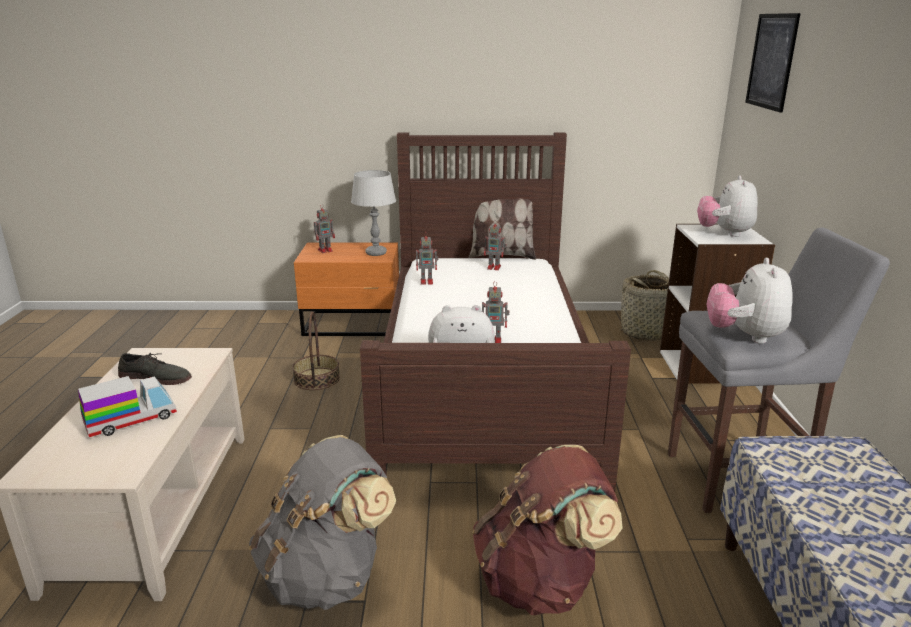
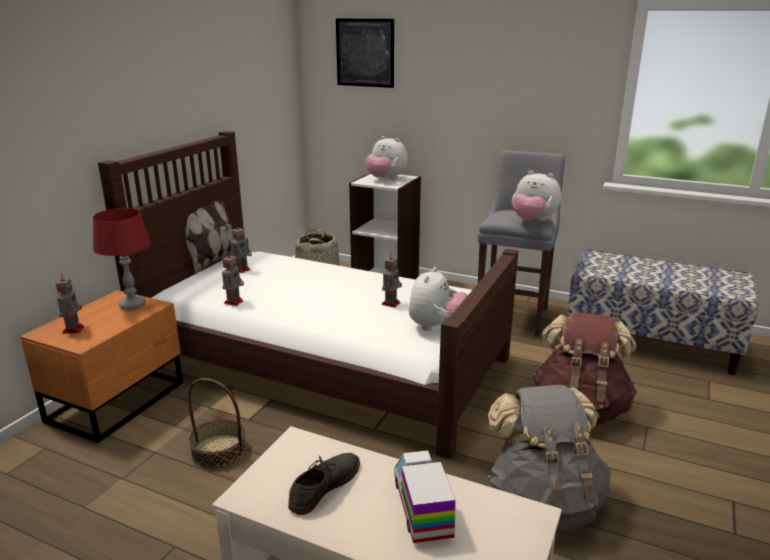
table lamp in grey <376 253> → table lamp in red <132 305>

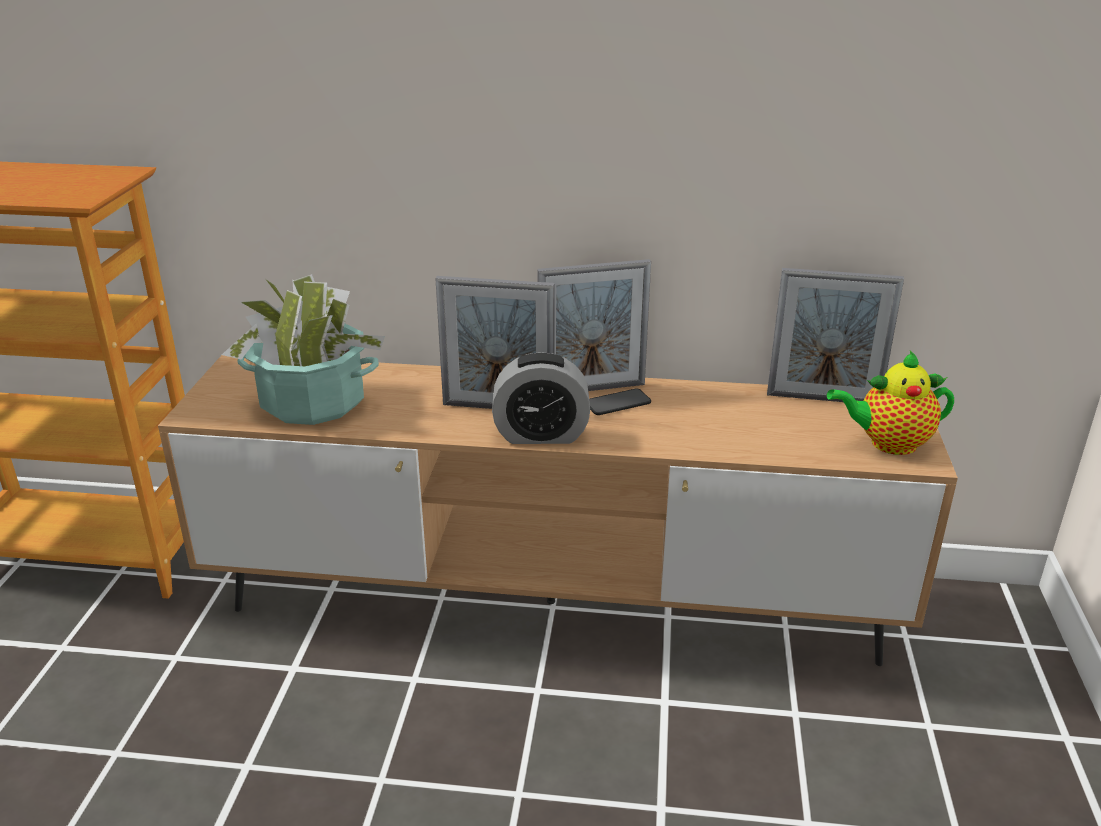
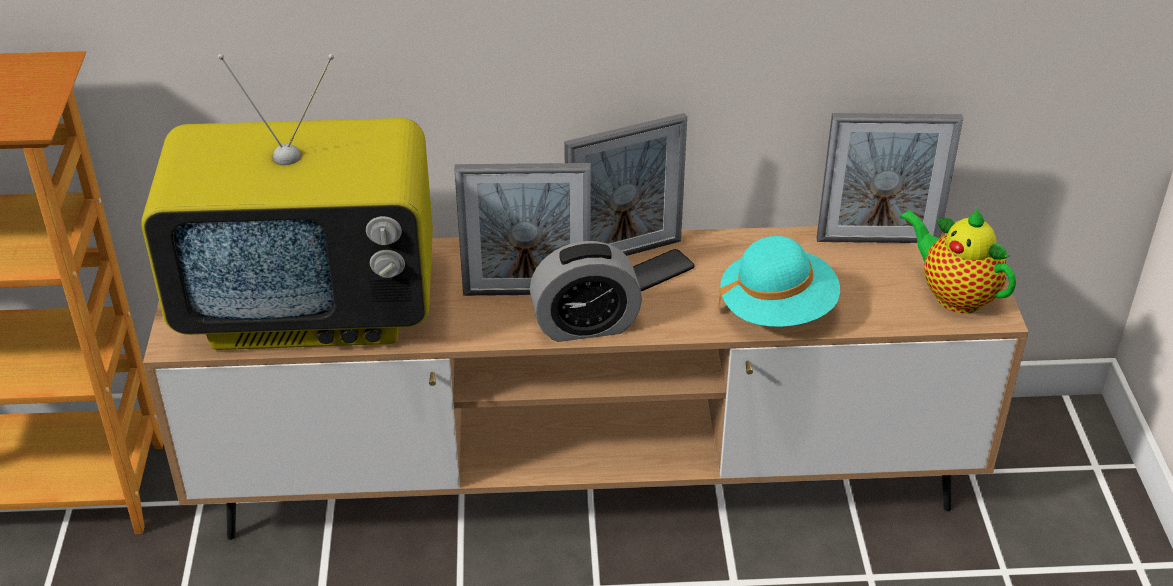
potted plant <313 402> → television <313 309>
teapot <888 443> → teapot <954 295>, 60 degrees clockwise
- → hat in turquoise <777 310>

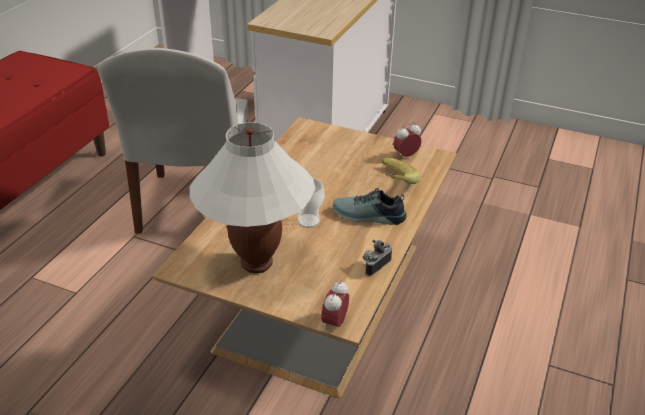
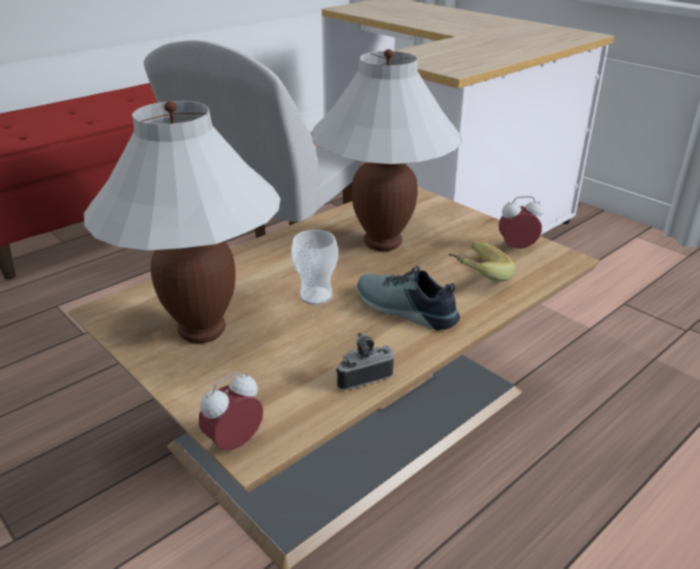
- → table lamp in white <382 242>

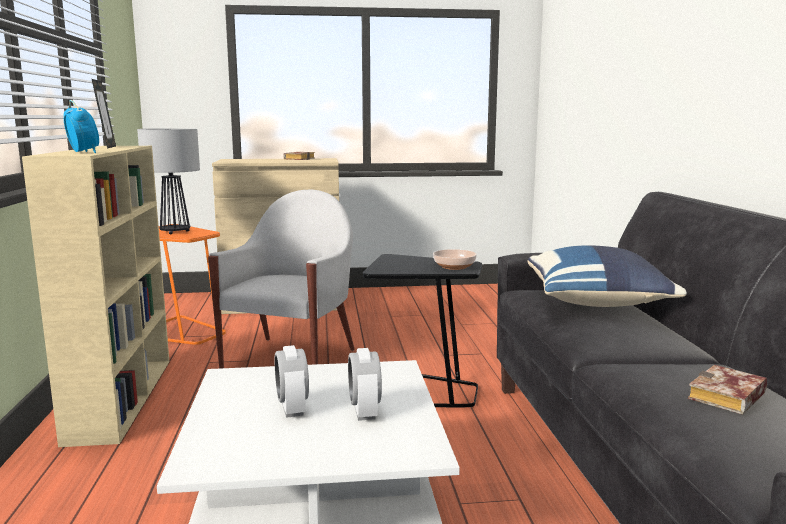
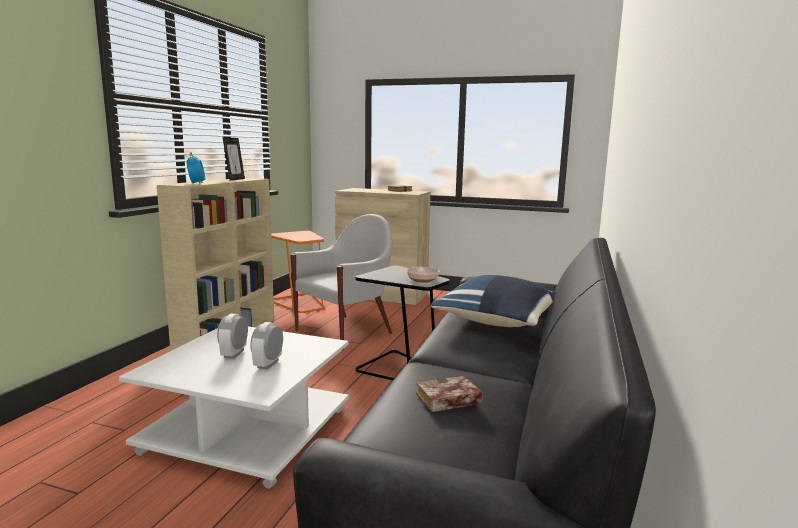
table lamp <175 232> → -

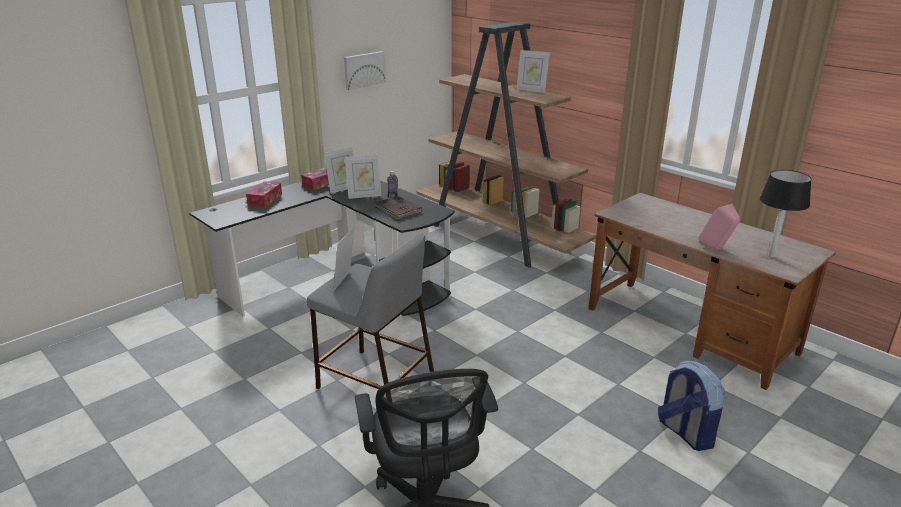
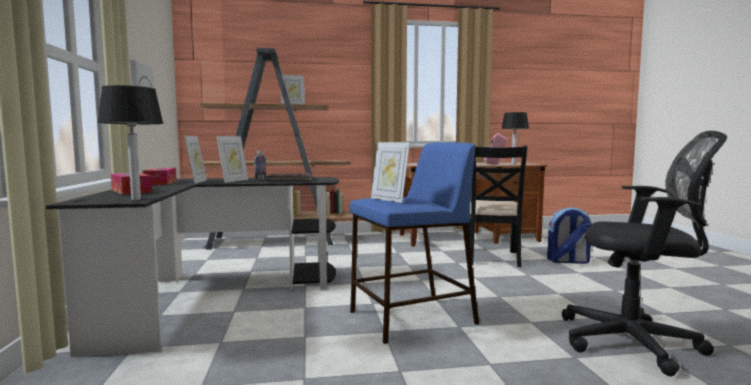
stool in grey <374 382> → stool in blue <411 318>
- → table lamp <135 199>
- → chair in black <492 258>

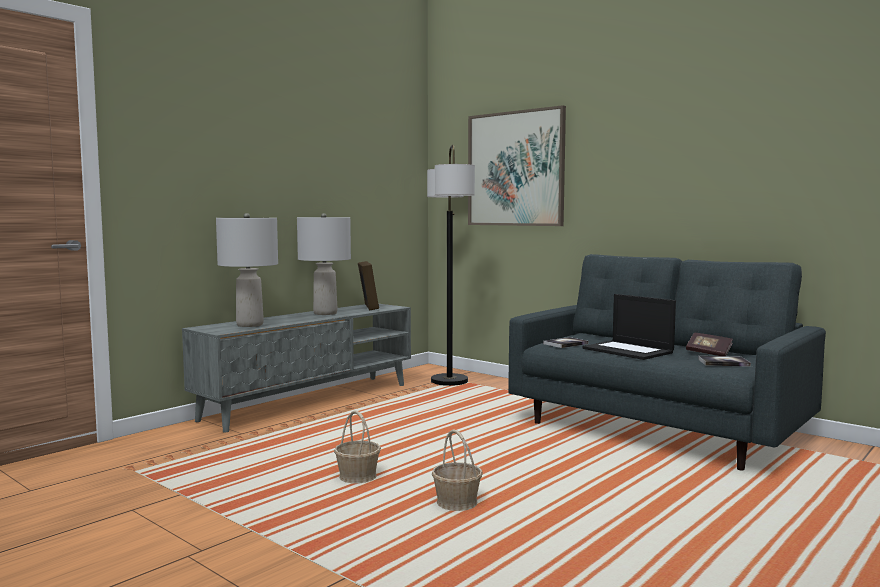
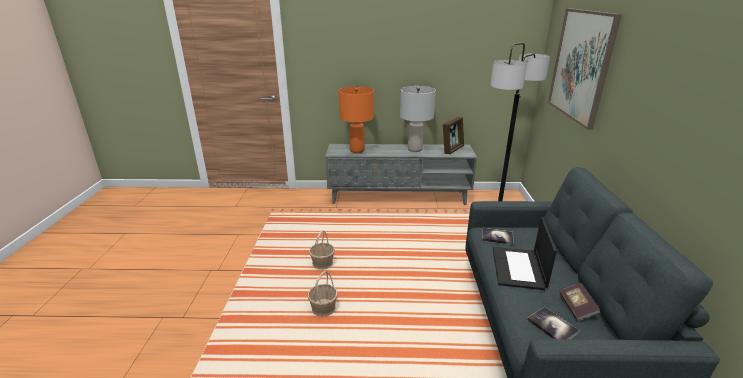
table lamp in grey <250 325> → table lamp in orange <357 150>

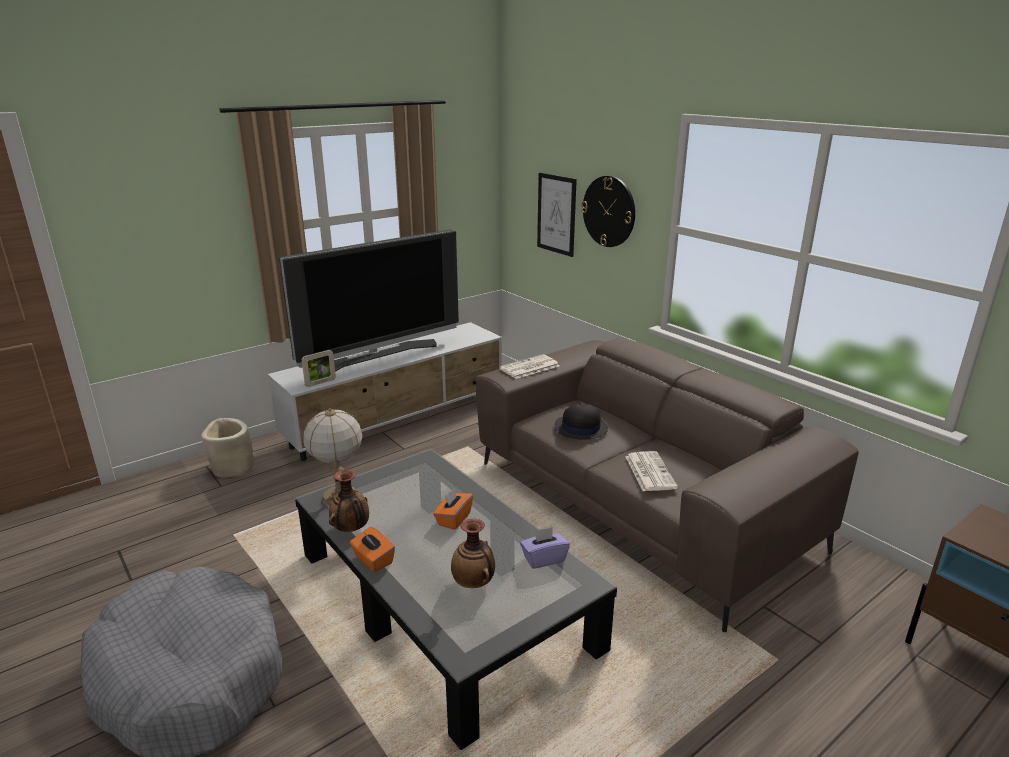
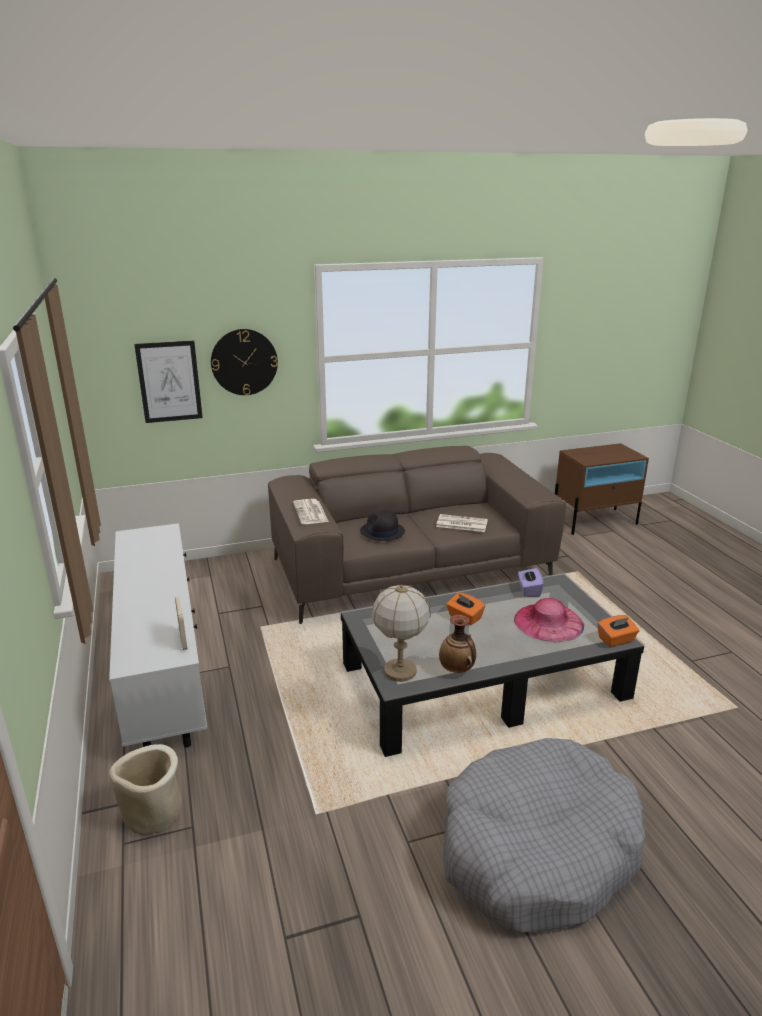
television <378 356> → -
tissue box in orange <373 560> → tissue box in orange <616 640>, move
vase <474 583> → hat in pink <548 622>

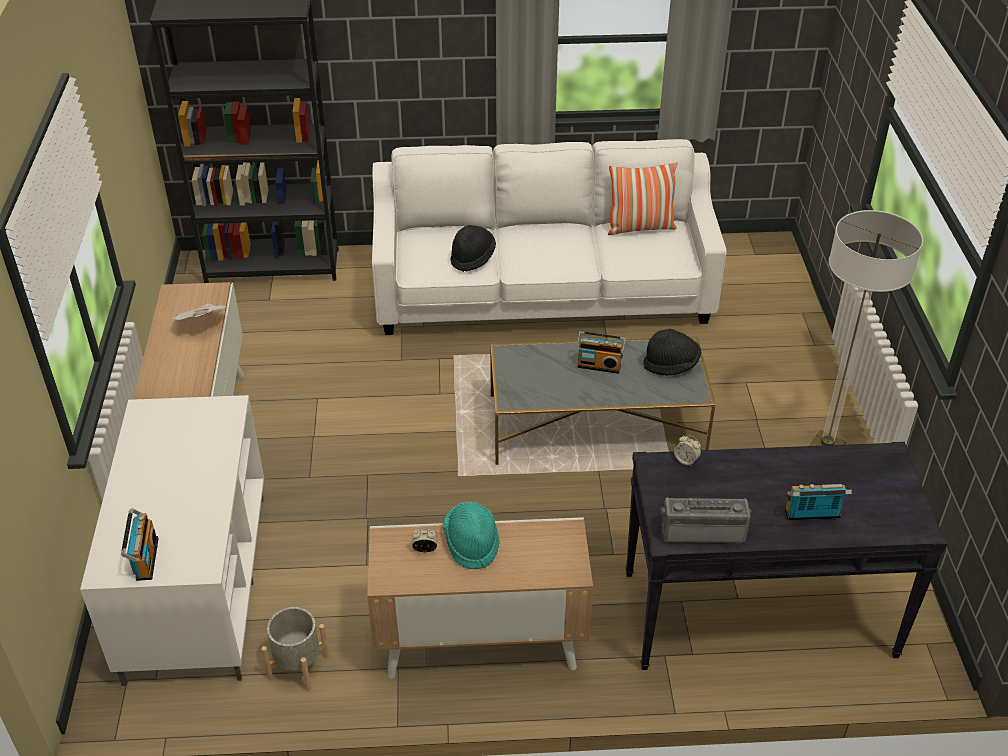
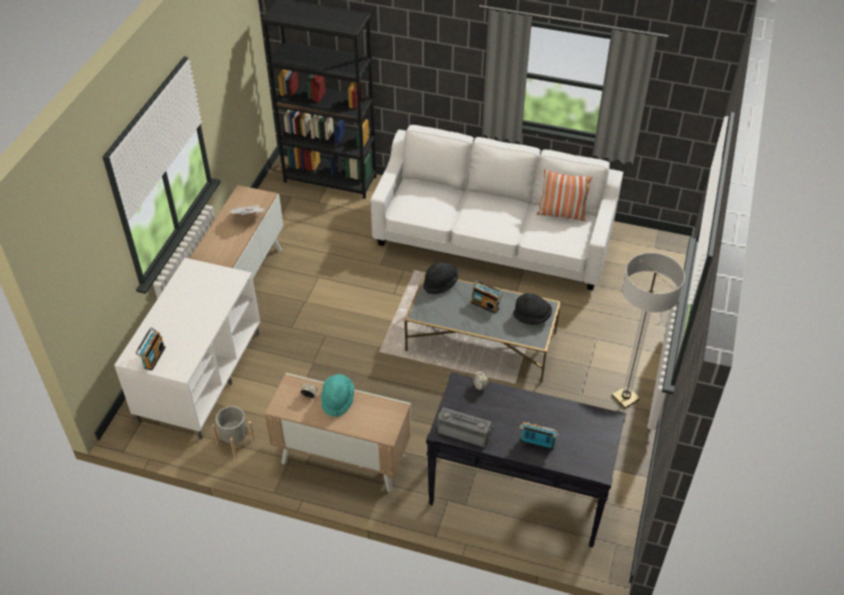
hat in black <472 258> → hat in black <440 284>, move

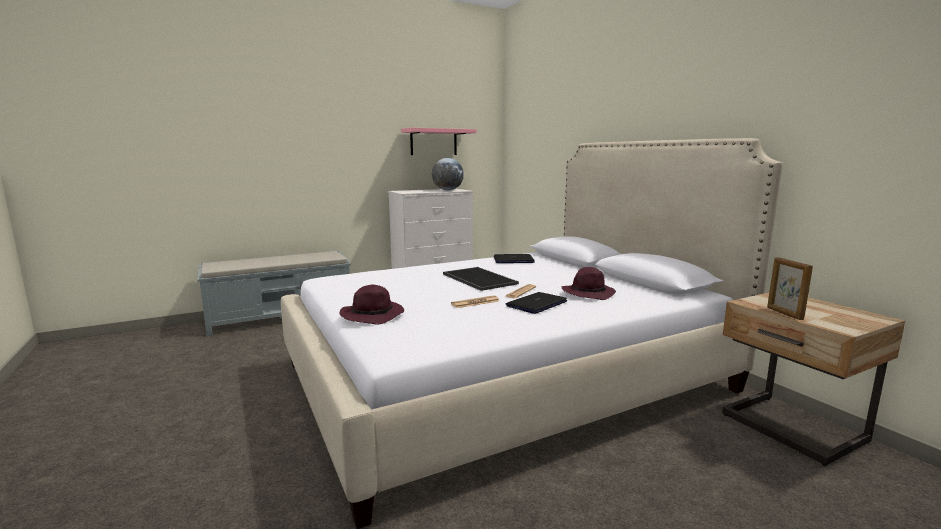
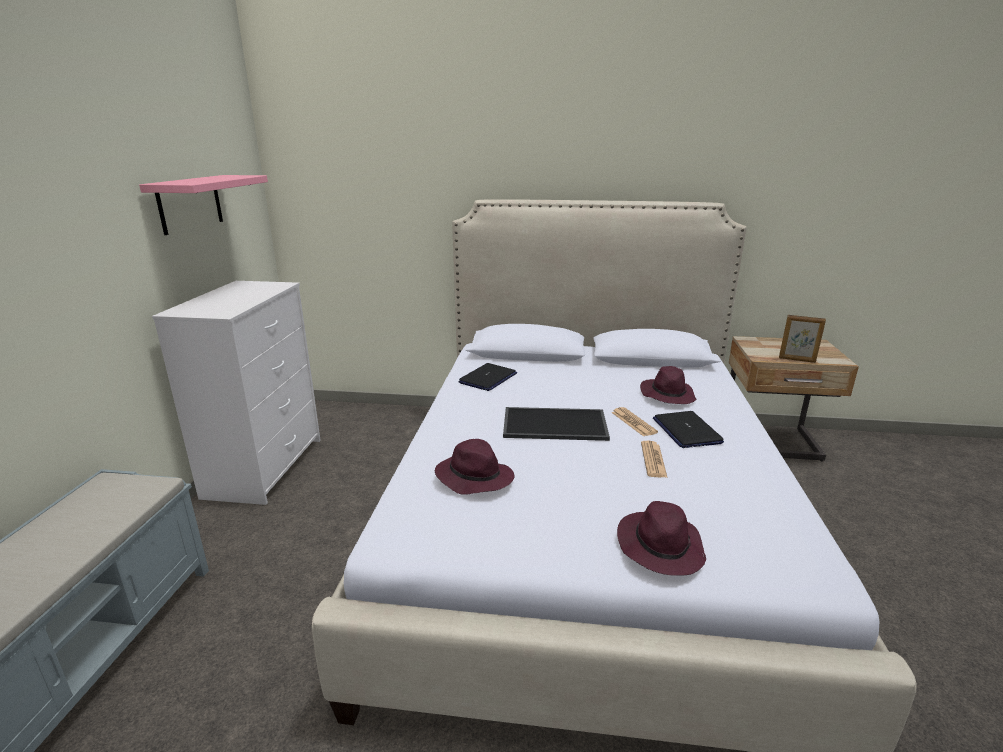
globe <448 190> → -
- → hat in purple <473 477>

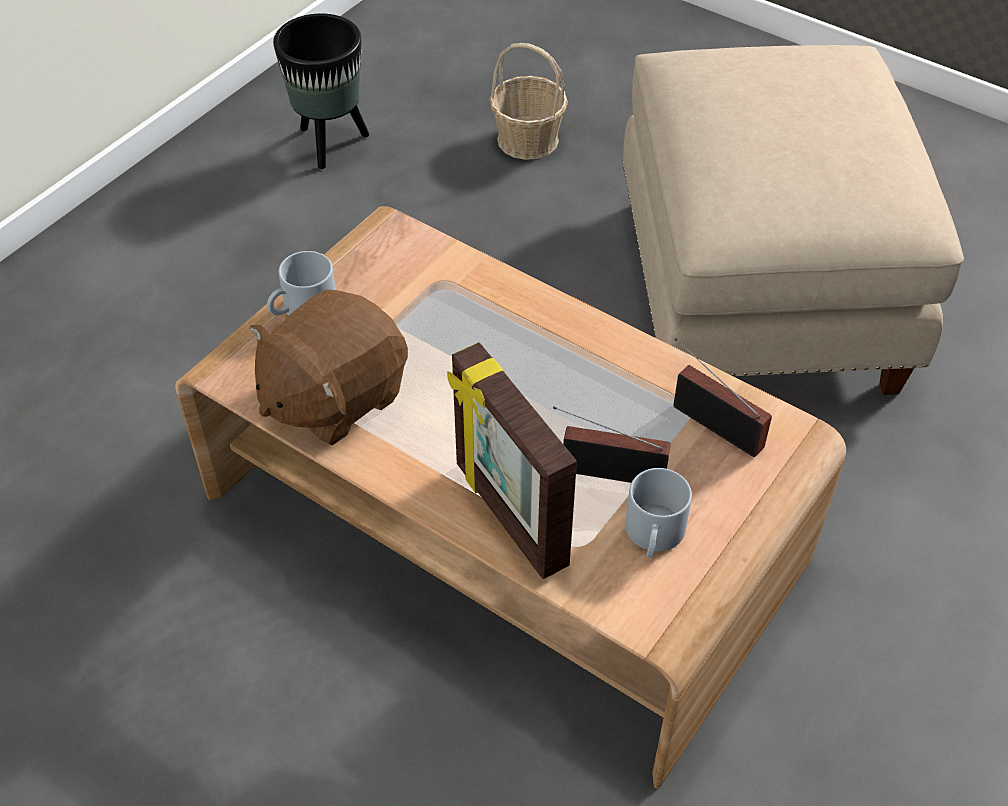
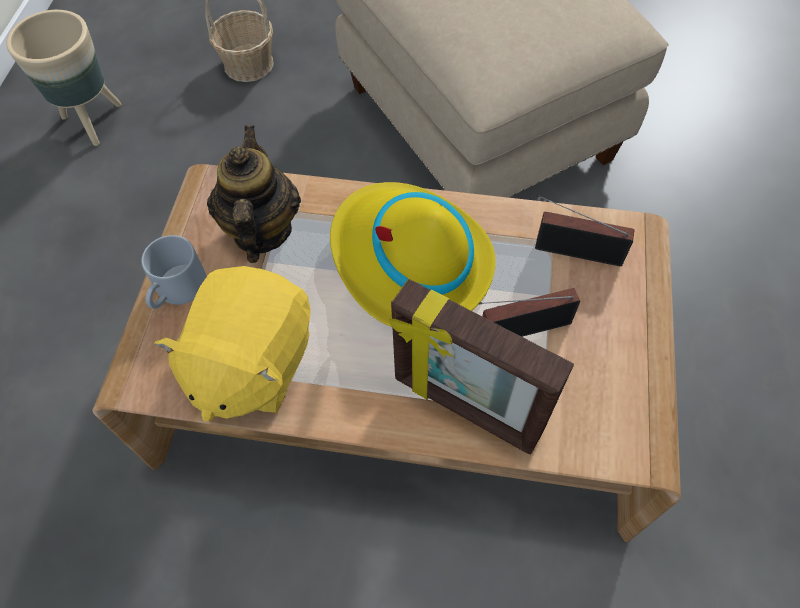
plush toy in brown <333 397> → plush toy in yellow <251 363>
planter in black <330 143> → planter in beige <93 121>
mug in grey <655 536> → -
- → teapot <261 231>
- → hat in yellow <409 261>

